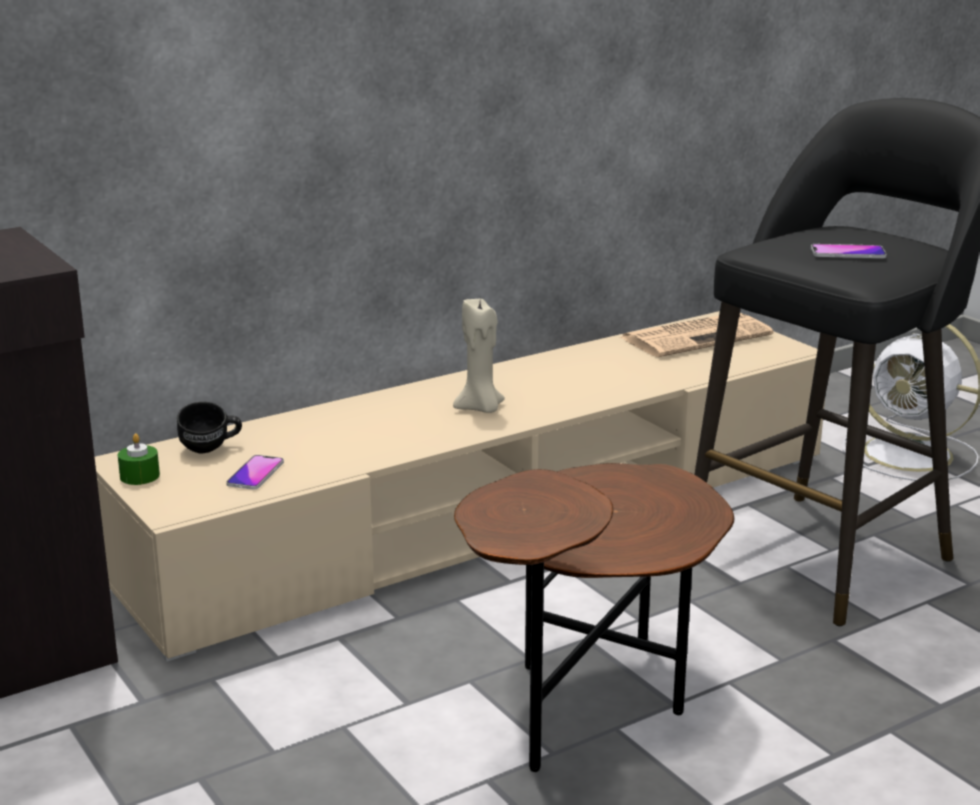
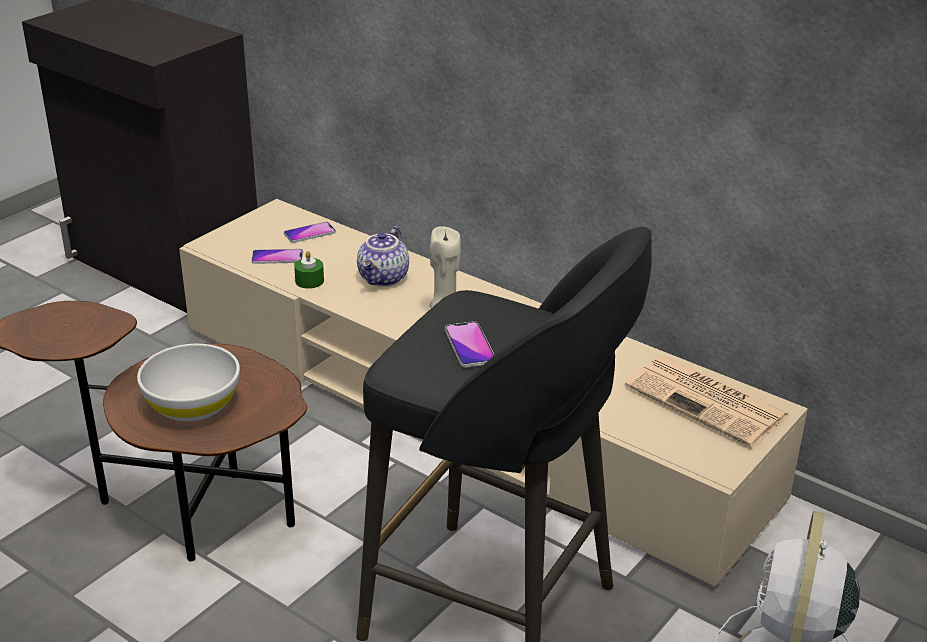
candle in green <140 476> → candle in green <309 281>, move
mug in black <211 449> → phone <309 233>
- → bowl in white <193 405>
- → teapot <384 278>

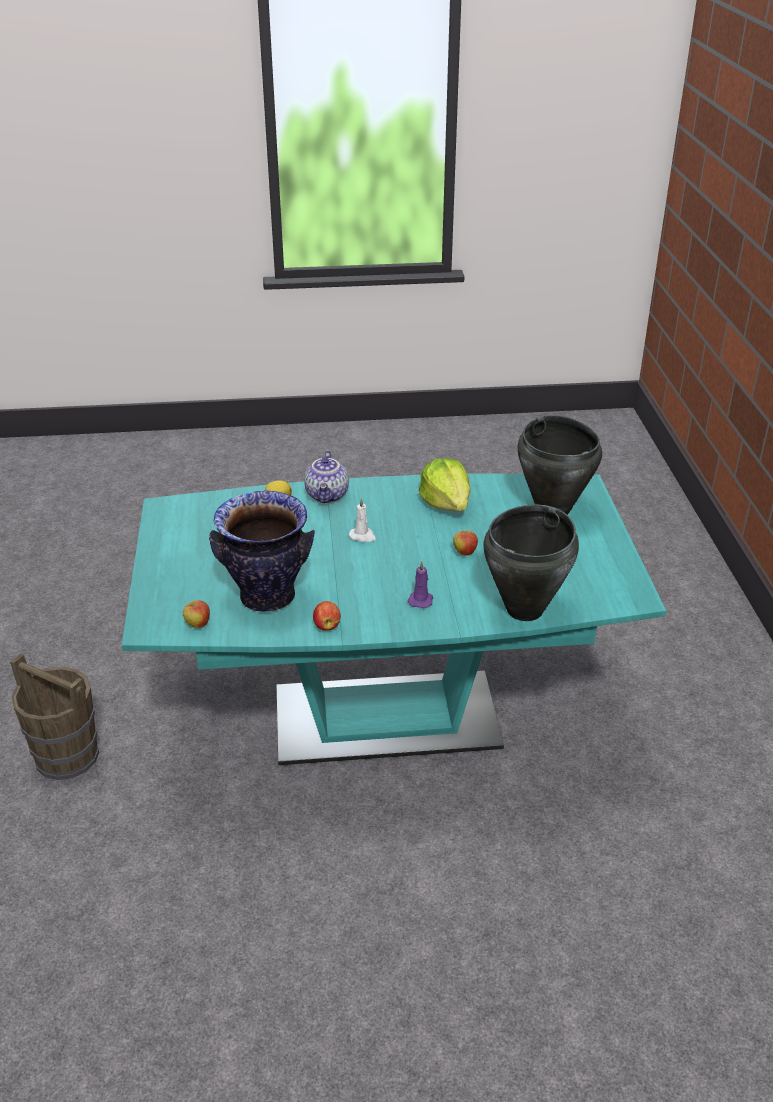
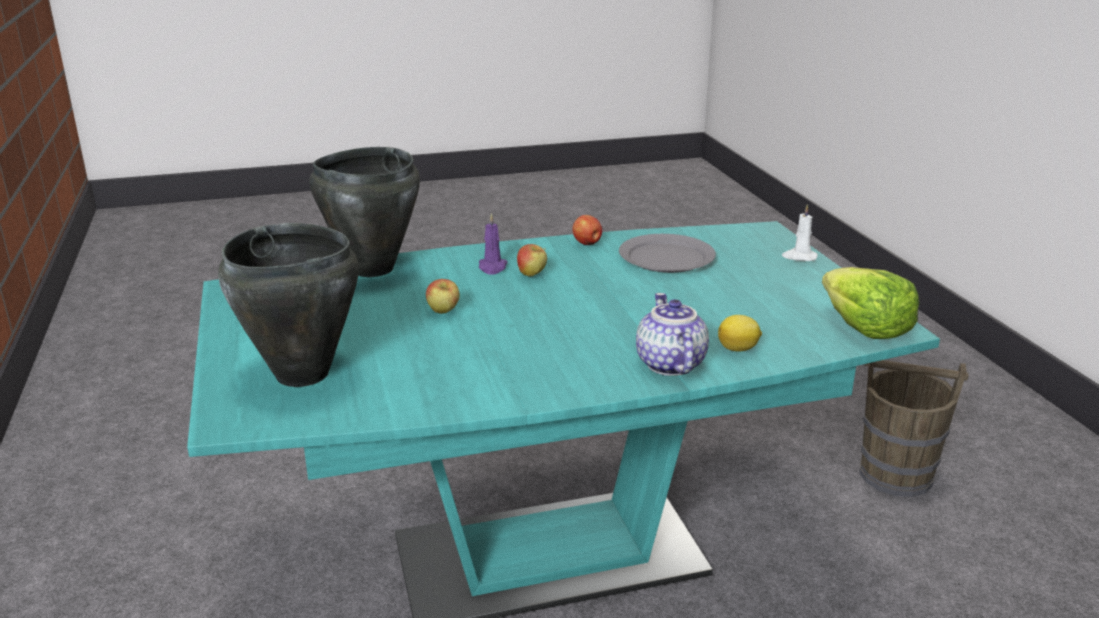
apple <197 624> → apple <532 275>, move
vase <267 596> → plate in grey <666 258>
candle in white <363 536> → candle in white <799 257>, move
lettuce <446 503> → lettuce <865 328>, move

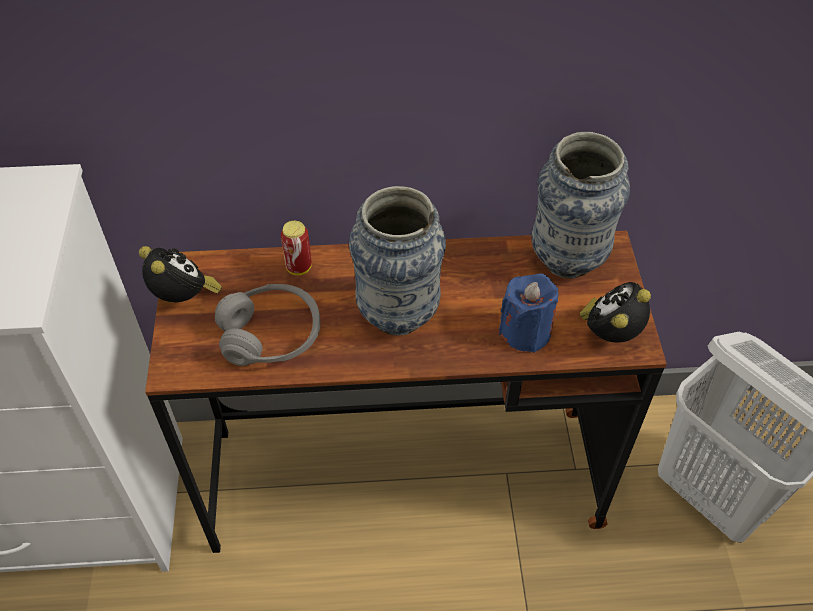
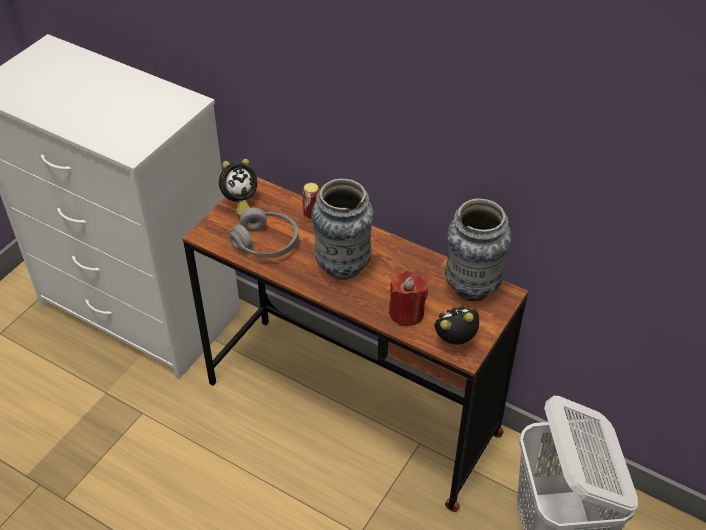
alarm clock <185 298> → alarm clock <239 202>, 60 degrees clockwise
candle in blue <525 331> → candle in red <406 313>

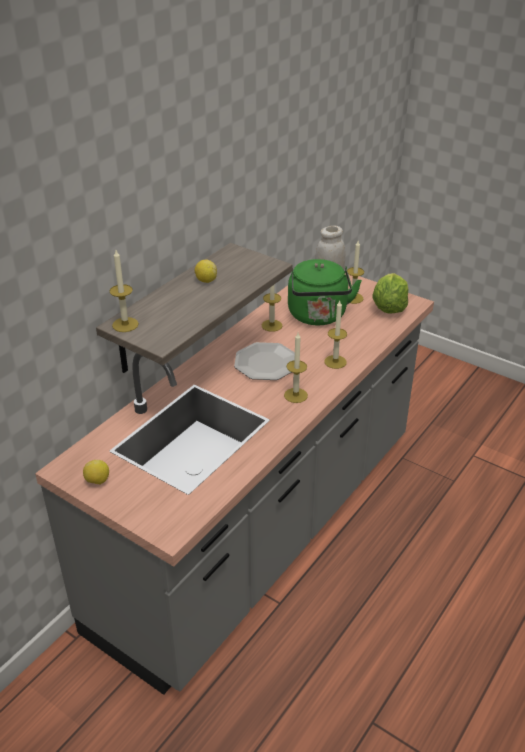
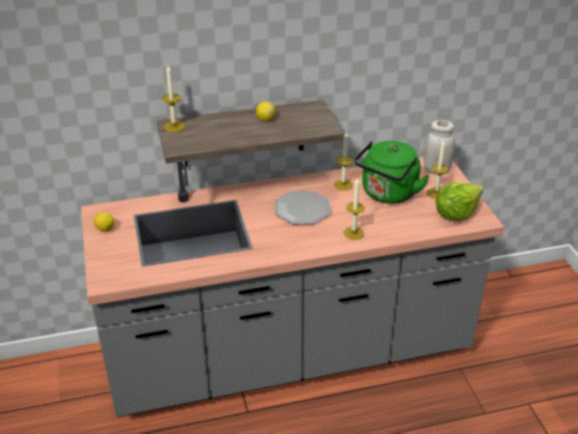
candle <295 395> → -

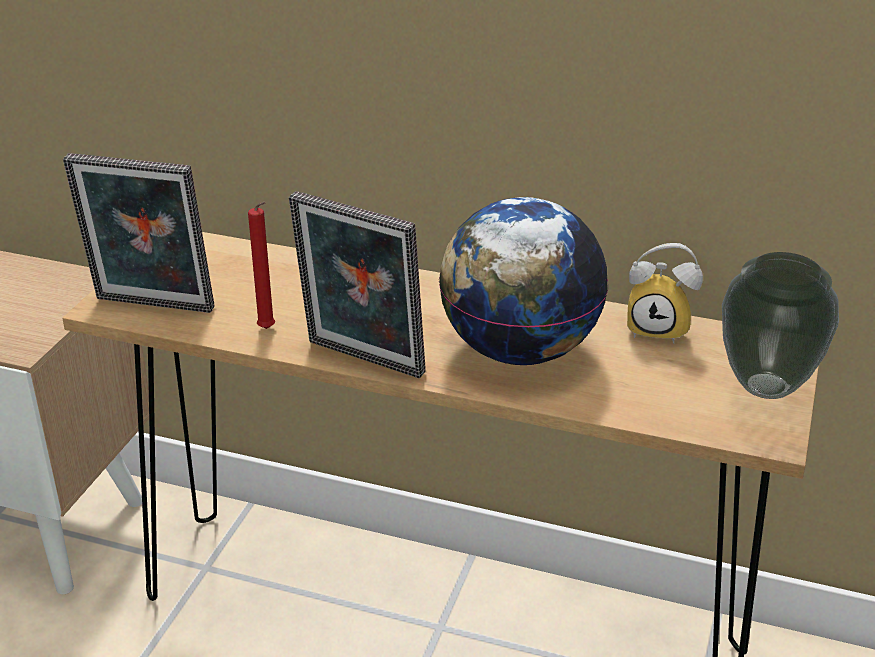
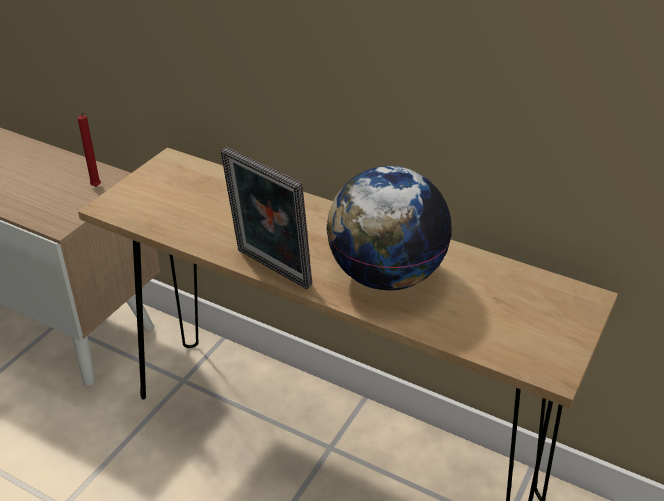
picture frame <152 307> → -
candle in red <268 330> → candle in red <96 187>, move
alarm clock <660 329> → -
vase <765 385> → -

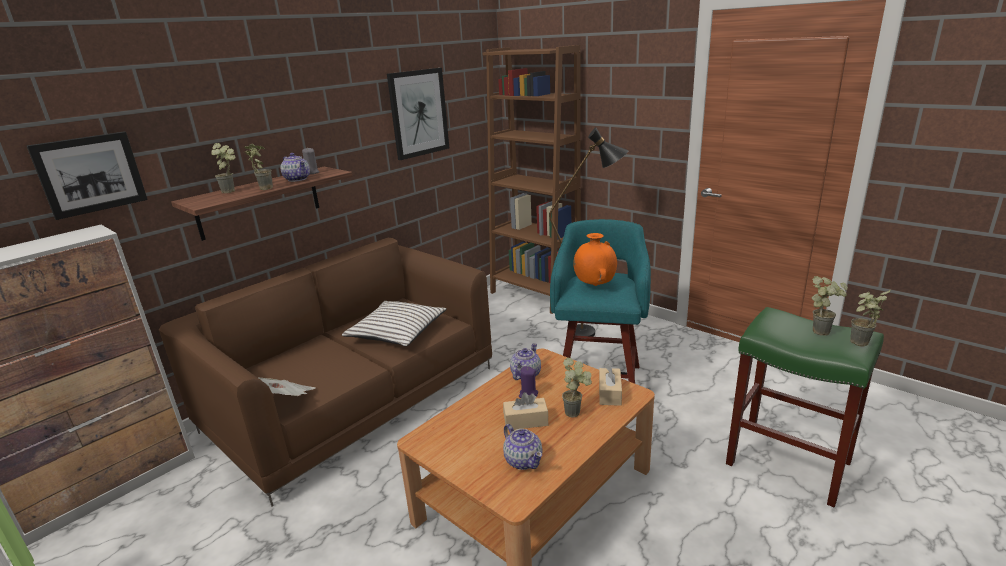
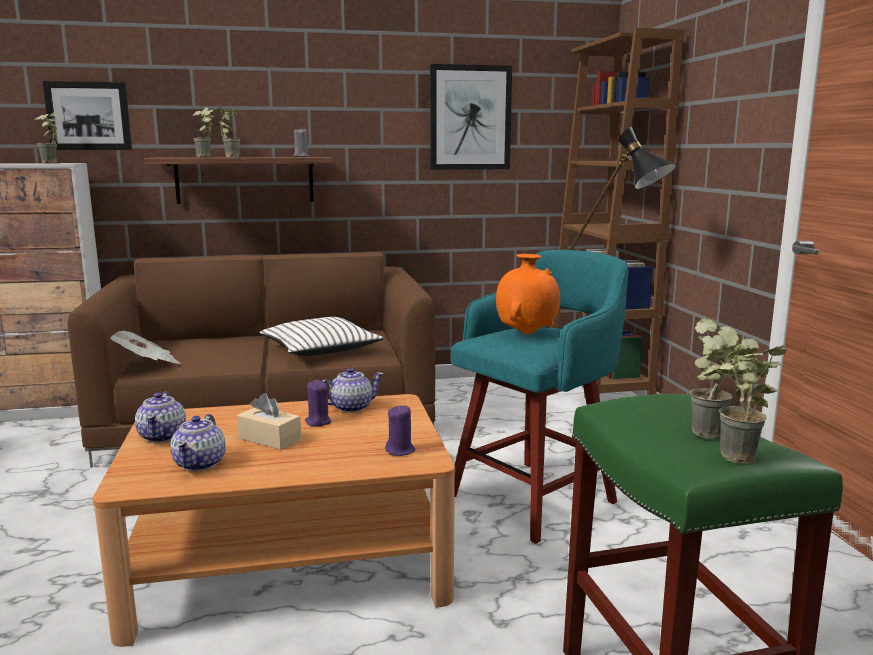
teapot <297 179> → teapot <163 436>, move
potted plant <577 412> → potted plant <52 163>, move
tissue box in beige <610 393> → candle in purple <400 450>

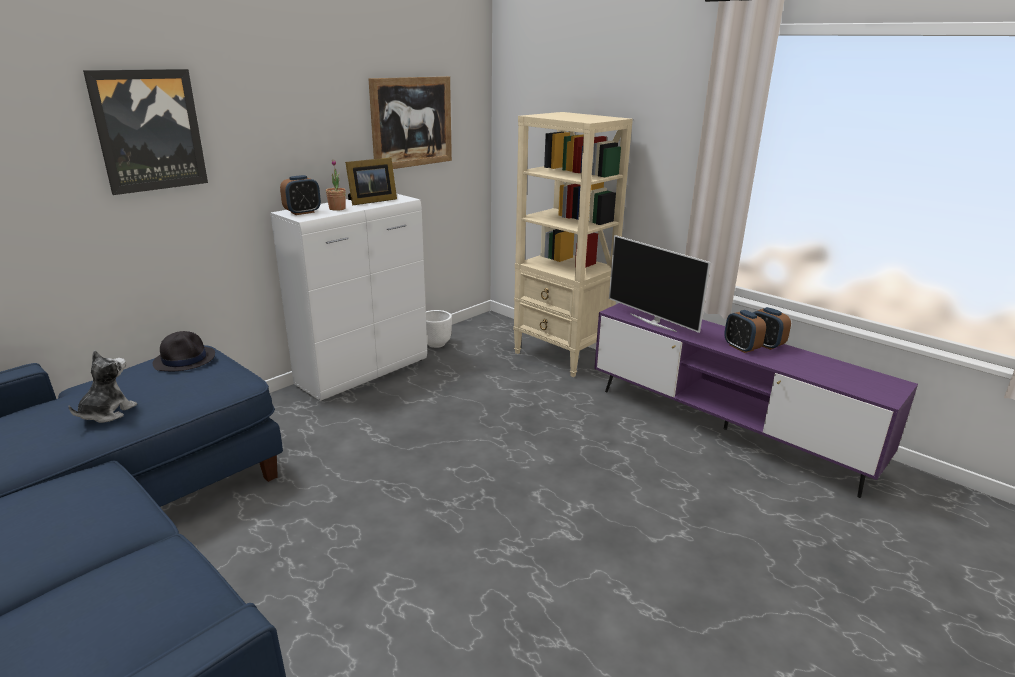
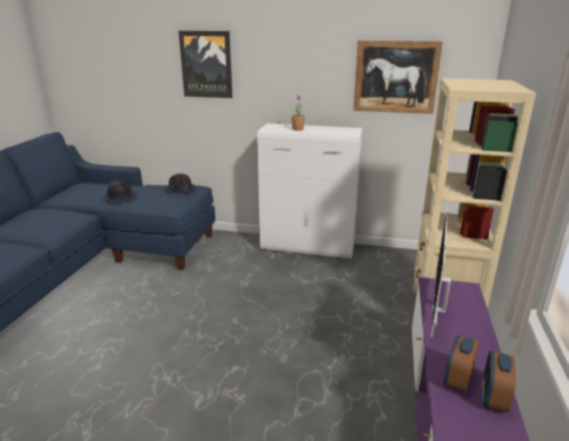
plush toy <107 413> → hat in black <120 196>
alarm clock <302 212> → -
picture frame <370 201> → -
planter in white <437 344> → -

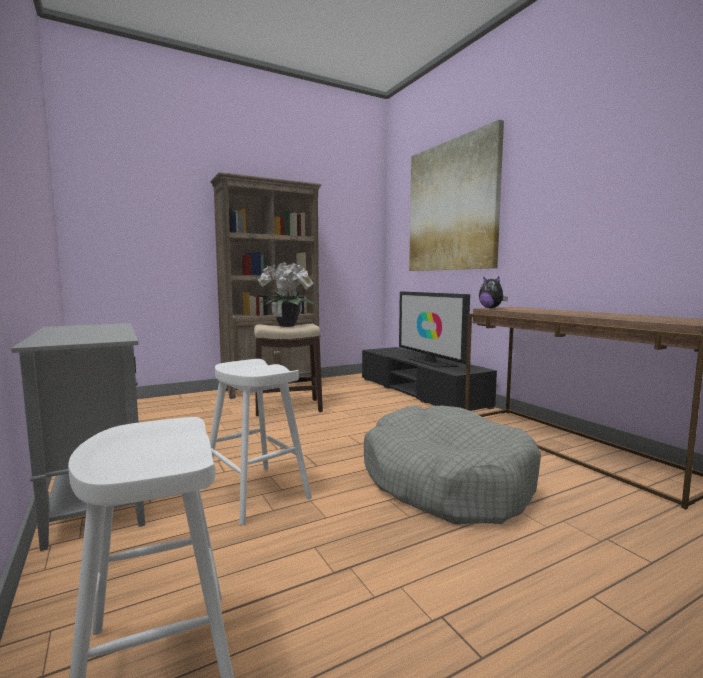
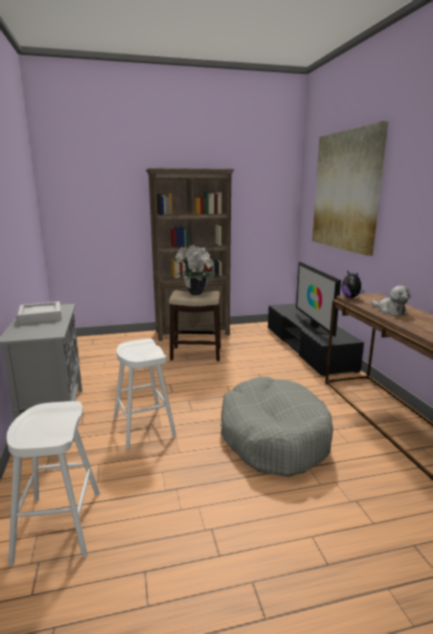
- → tray in grey <40 316>
- → plush toy <390 311>

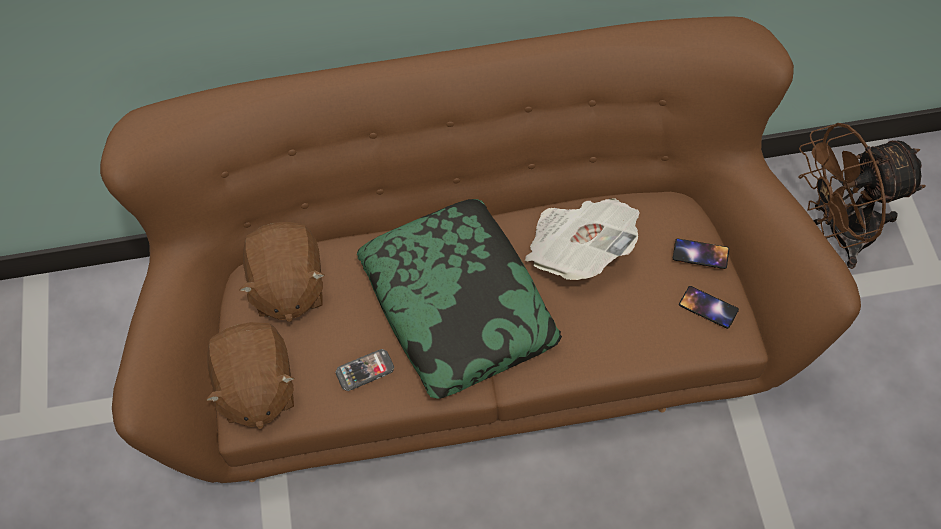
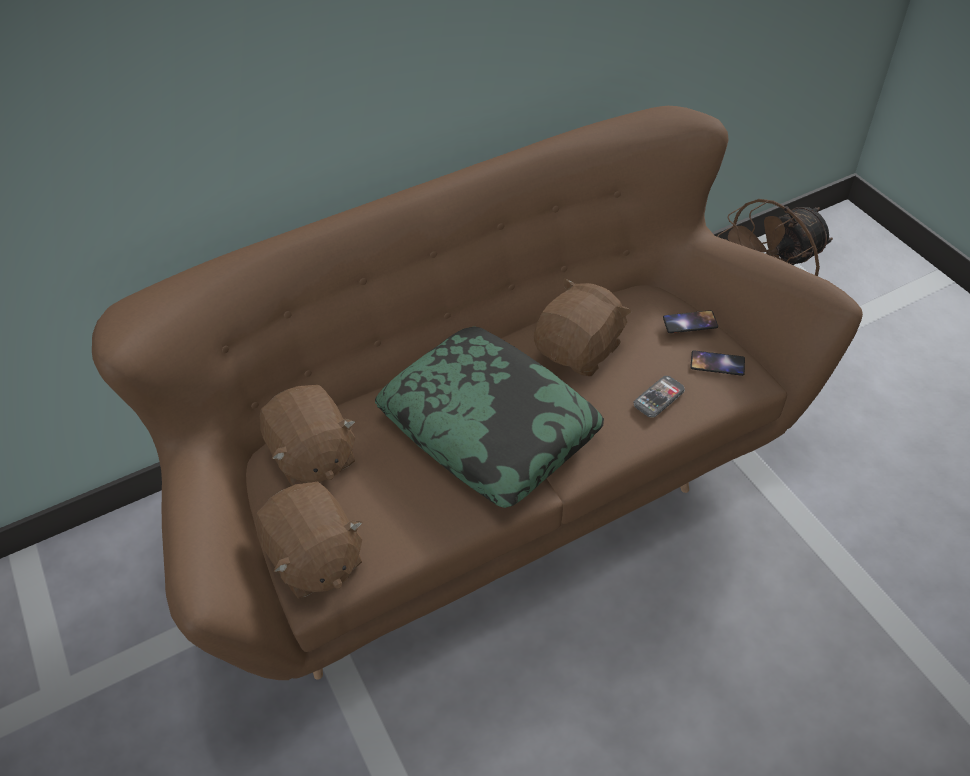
phone <365 371> → phone <658 398>, move
newspaper <579 251> → plush toy in brown <580 350>

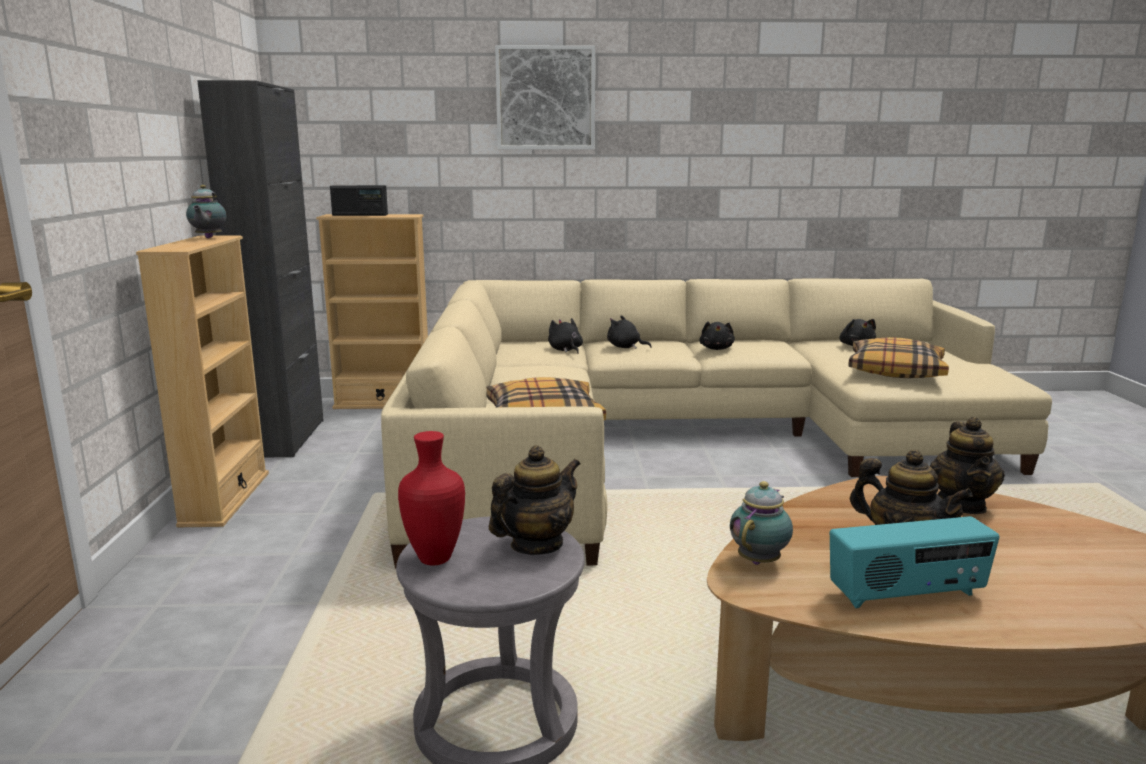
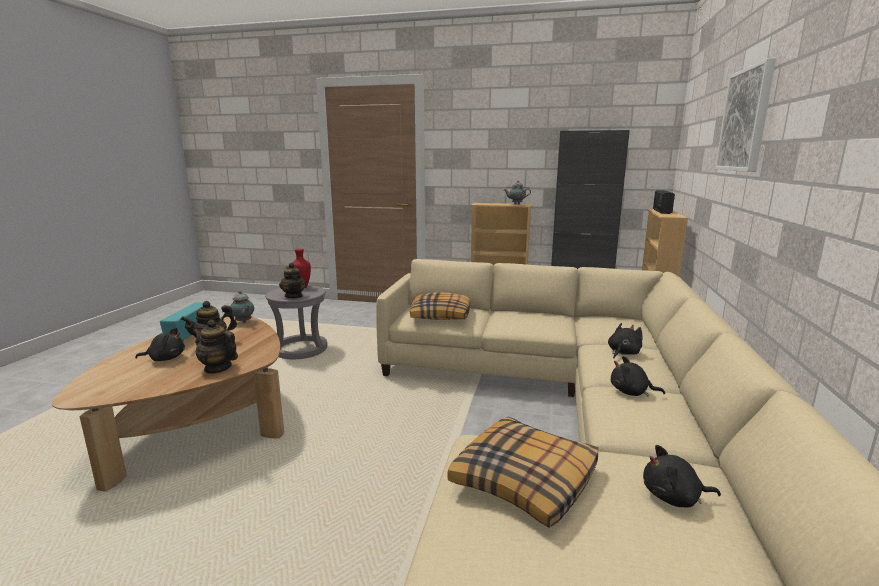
plush toy in black <565 350> → plush toy in black <165 358>, move

